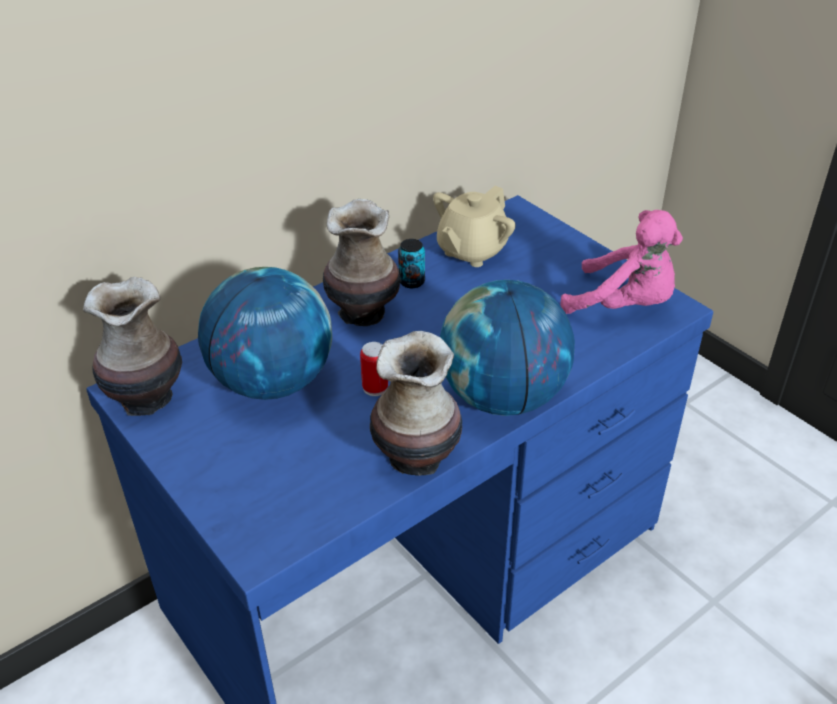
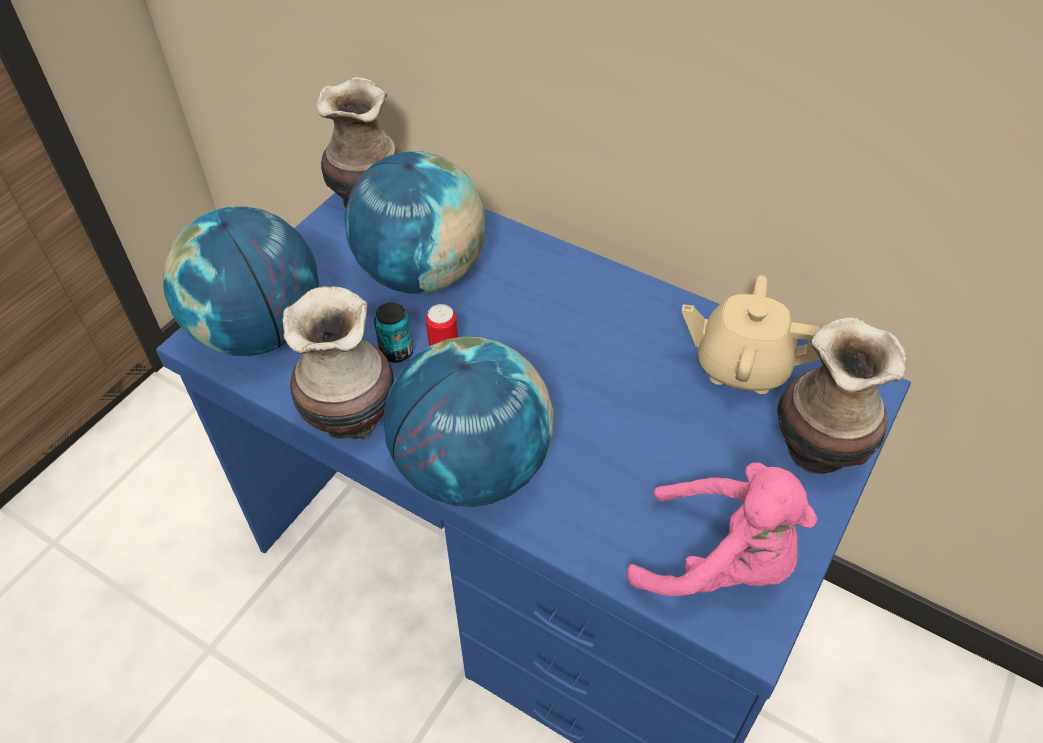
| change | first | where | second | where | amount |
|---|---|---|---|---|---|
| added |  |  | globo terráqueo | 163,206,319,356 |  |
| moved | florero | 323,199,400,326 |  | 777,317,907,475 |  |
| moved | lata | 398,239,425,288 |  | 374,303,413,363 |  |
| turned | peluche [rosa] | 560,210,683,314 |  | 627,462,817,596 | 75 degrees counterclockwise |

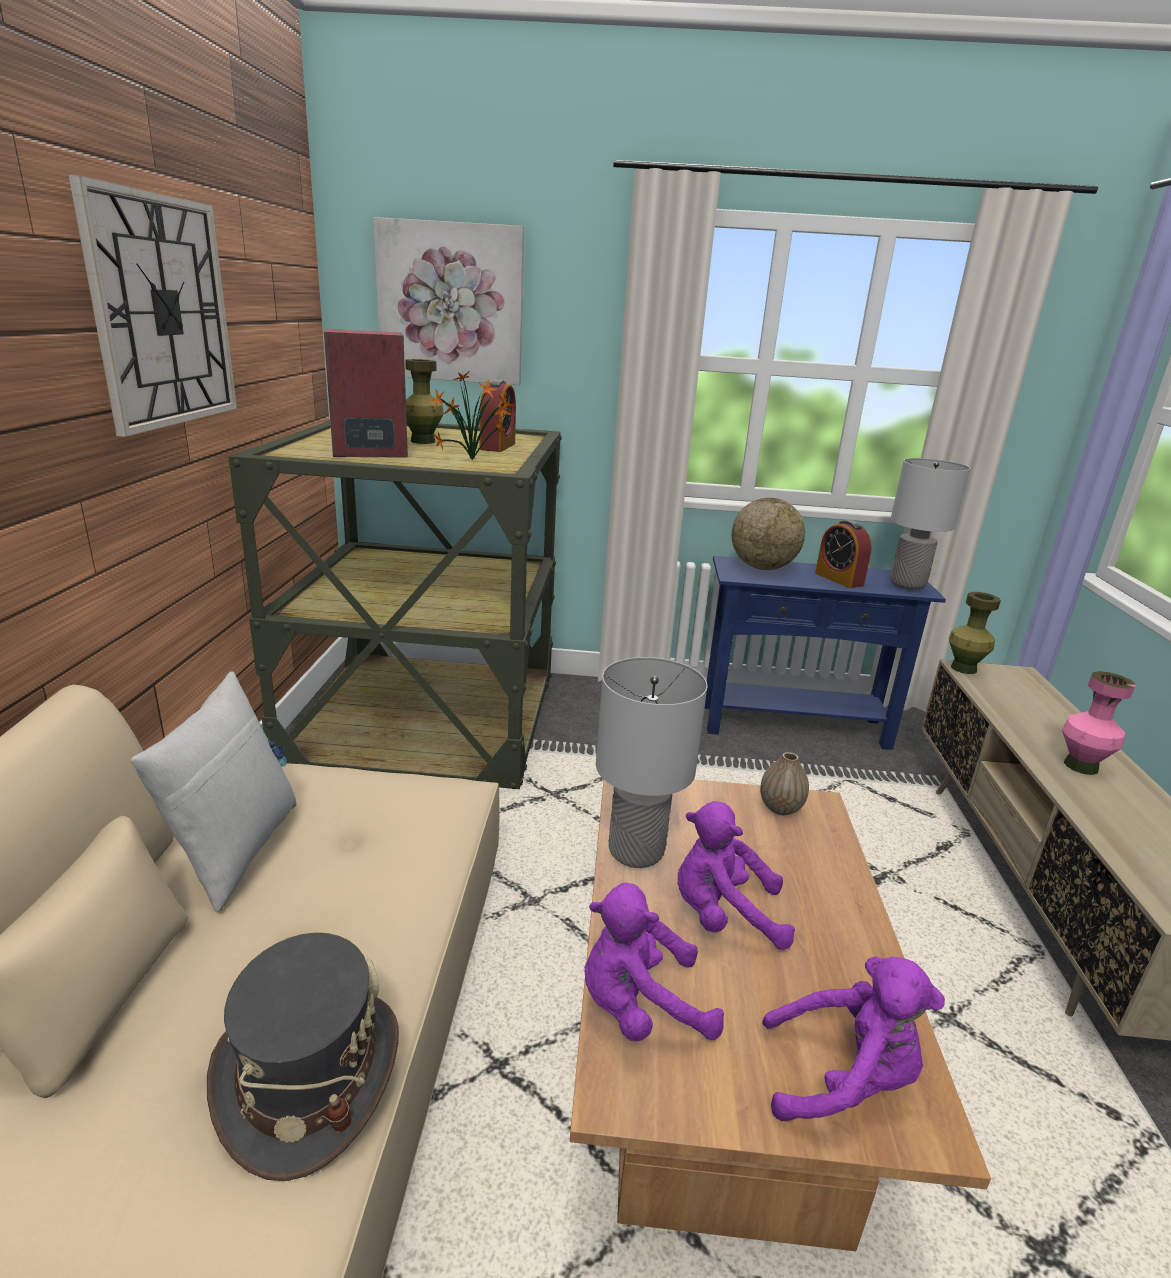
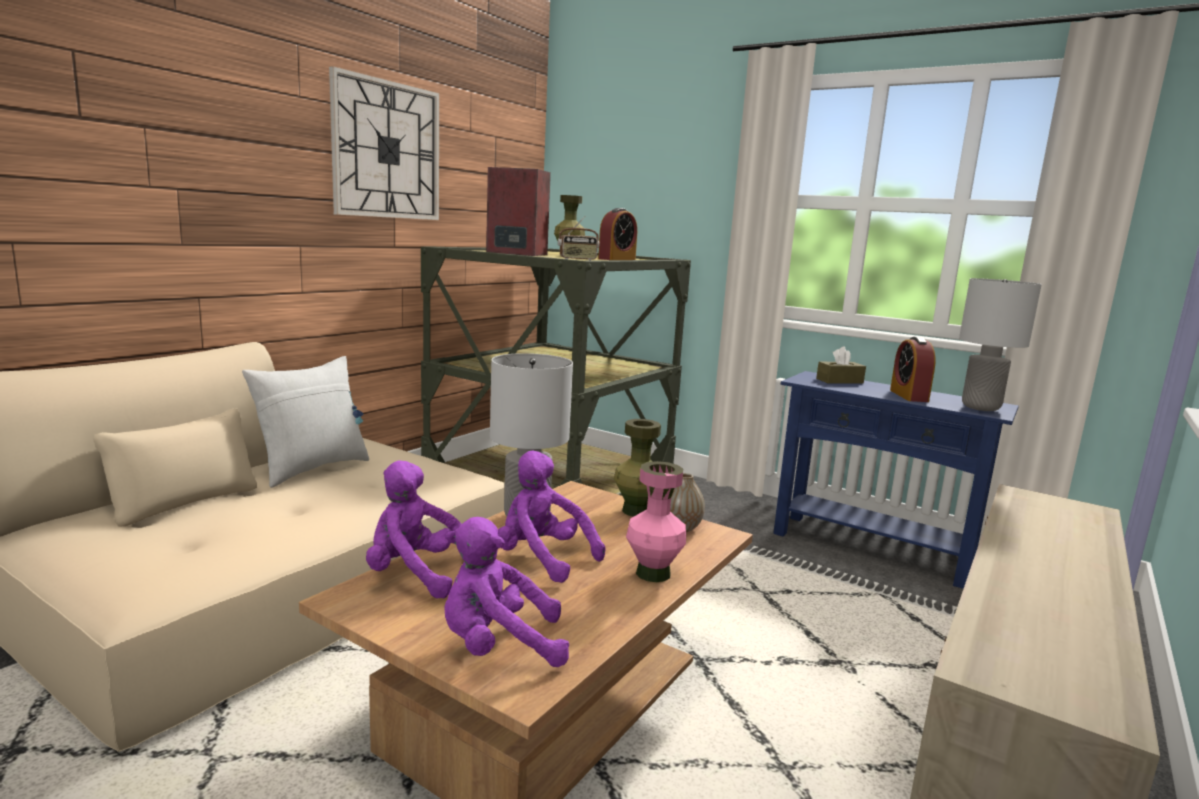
| change | first | where | second | where | amount |
|---|---|---|---|---|---|
| removed | sombrero [gris] | 207,933,399,1181 |  |  |  |
| removed | cuadro | 373,217,524,385 |  |  |  |
| moved | florero [verde] | 949,592,1001,674 |  | 614,419,661,517 |  |
| moved | florero [rosa] | 1062,671,1136,775 |  | 626,461,686,582 |  |
| replaced | planta en maceta | 430,370,515,460 | radio | 558,216,599,260 |  |
| replaced | globo terráqueo | 732,498,805,570 | caja de pañuelos [marrón] | 816,346,866,384 |  |
| turned | peluche [morado] | 762,956,945,1121 |  | 444,517,569,667 | 135 degrees clockwise |

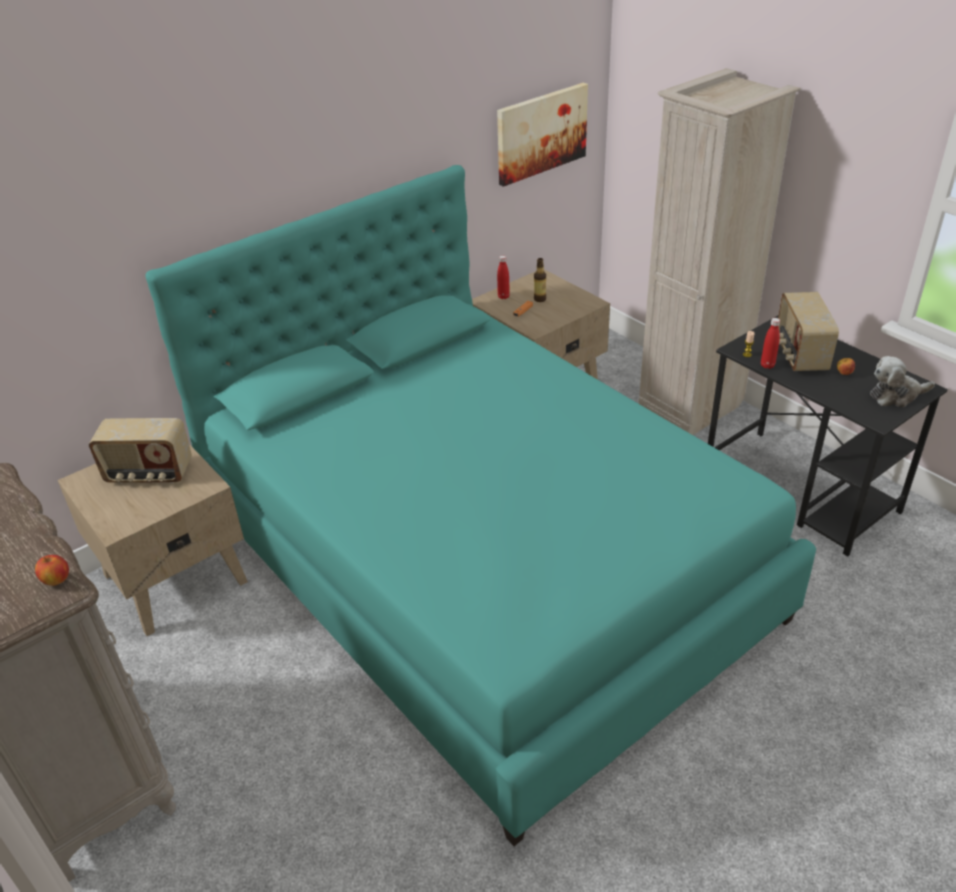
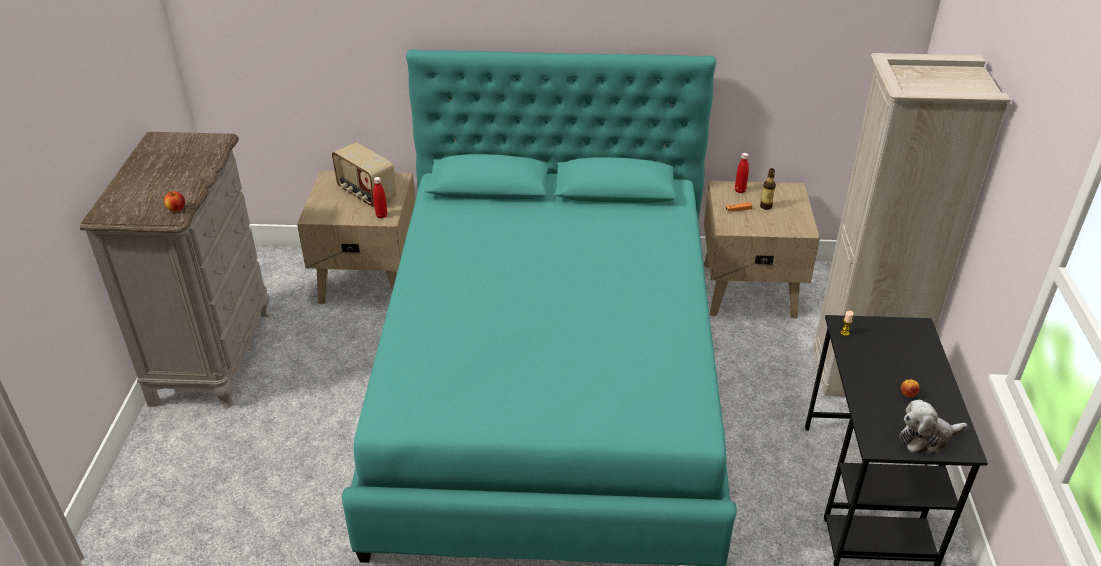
| change | first | where | second | where | amount |
|---|---|---|---|---|---|
| removed | cuadro | 497,83,588,187 |  |  |  |
| removed | radio | 778,292,839,371 |  |  |  |
| moved | botella [rojo] | 761,318,780,369 |  | 373,177,387,219 |  |
| turned | peluche | 870,356,935,407 |  | 899,400,967,455 | 45 degrees counterclockwise |

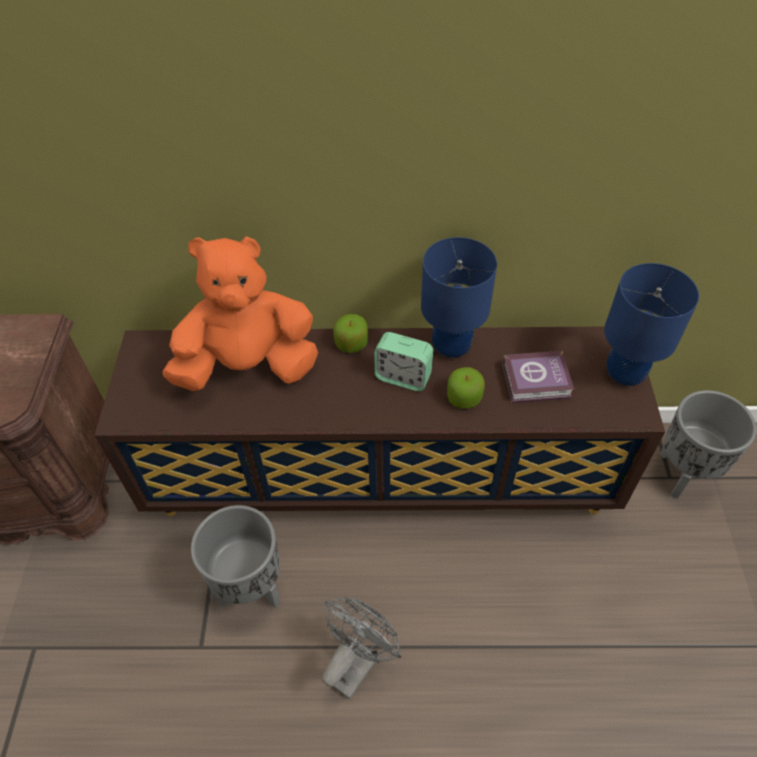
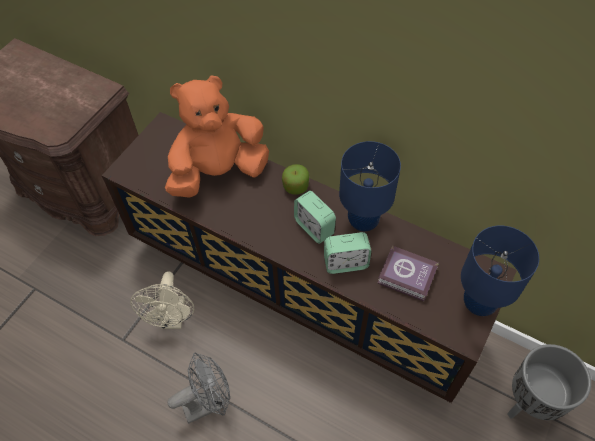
| change | first | where | second | where | amount |
|---|---|---|---|---|---|
| replaced | maceta [gris] | 191,505,280,608 | ventilador [beis] | 130,271,194,329 |  |
| replaced | manzana | 447,367,485,408 | despertador | 324,232,371,274 |  |
| turned | peluche [naranja] | 163,236,318,391 |  | 165,76,269,198 | 45 degrees counterclockwise |

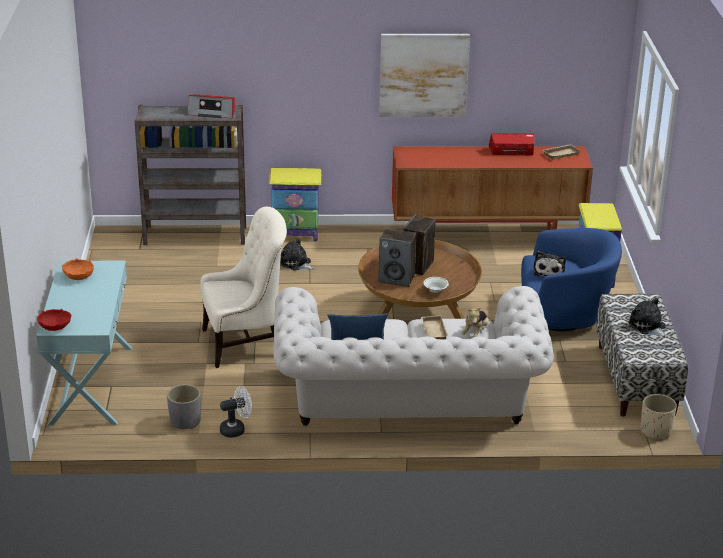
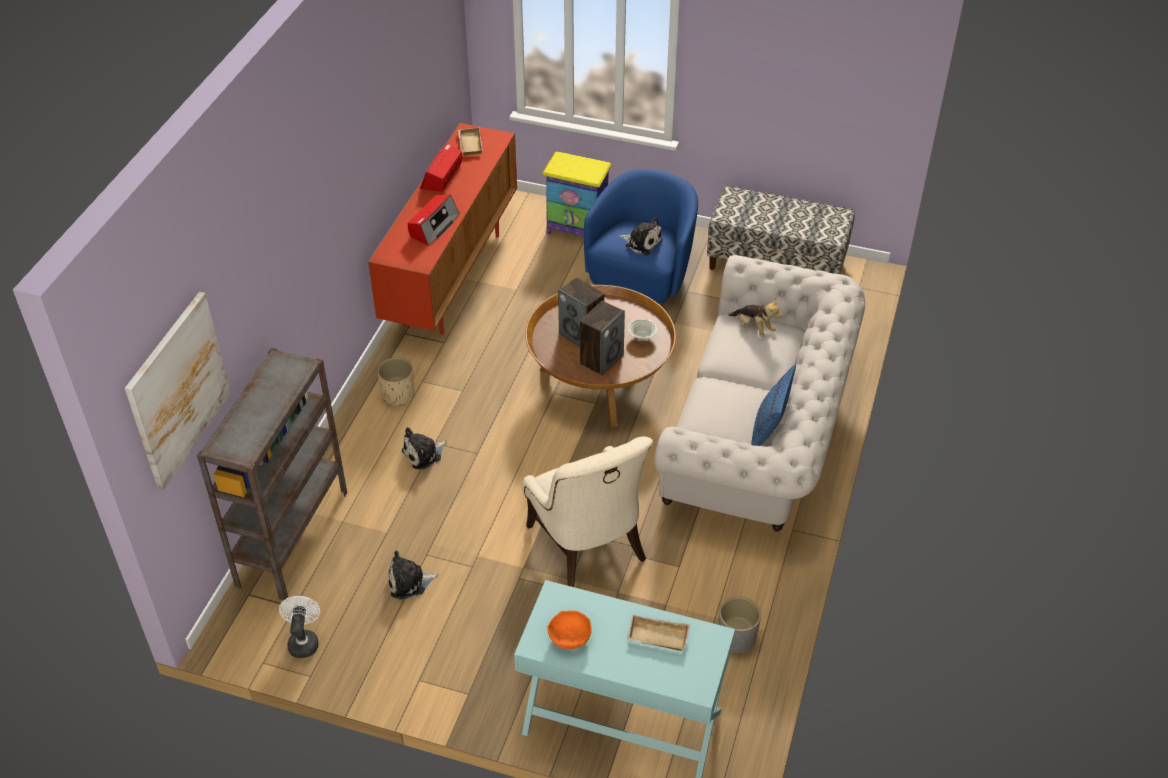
| change | first | where | second | where | amount |
|---|---|---|---|---|---|
| removed | cuenco [rojo] | 37,309,71,331 |  |  |  |
| removed | mesita de noche | 269,168,321,242 |  |  |  |
| moved | radio | 187,94,235,118 |  | 408,194,460,246 |  |
| moved | ventilador [blanco] | 220,386,252,438 |  | 279,596,320,658 |  |
| moved | cuadro | 380,34,470,117 |  | 125,292,231,490 |  |
| moved | bandeja [beis] | 420,315,448,339 |  | 627,615,690,651 |  |
| moved | peluche | 628,298,667,337 |  | 388,550,439,600 |  |
| moved | maceta [beis] | 640,394,677,439 |  | 377,357,415,406 |  |
| turned | sillón [beis] | 200,207,287,368 |  | 522,437,653,587 | 150 degrees clockwise |

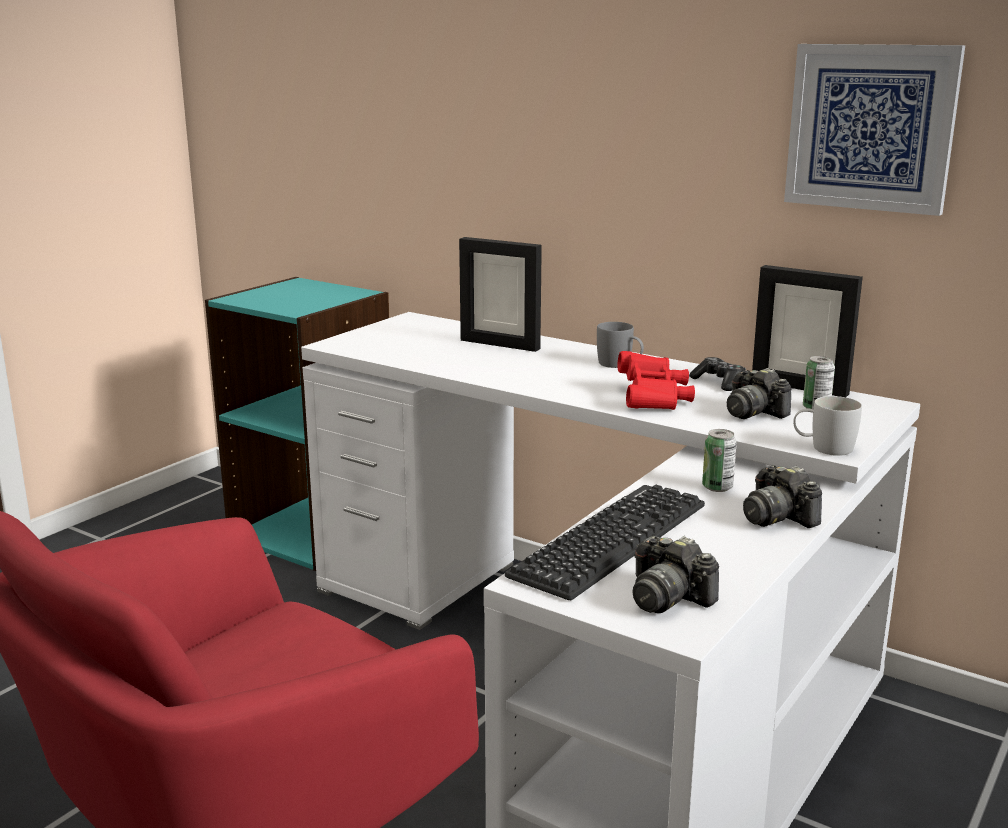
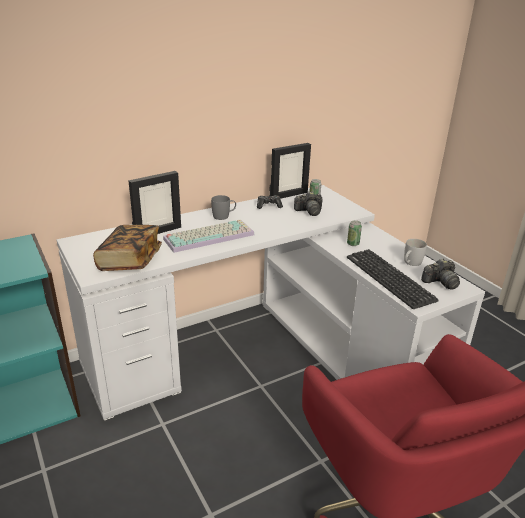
| change | first | where | second | where | amount |
|---|---|---|---|---|---|
| removed | prismáticos [rojo] | 617,351,695,410 |  |  |  |
| removed | cámara | 743,465,822,528 |  |  |  |
| removed | cuadro | 784,44,965,216 |  |  |  |
| added |  |  | libro | 93,225,162,271 |  |
| added |  |  | teclado | 163,220,255,253 |  |
| moved | taza grande [blanco] | 793,396,862,456 |  | 404,239,427,266 |  |

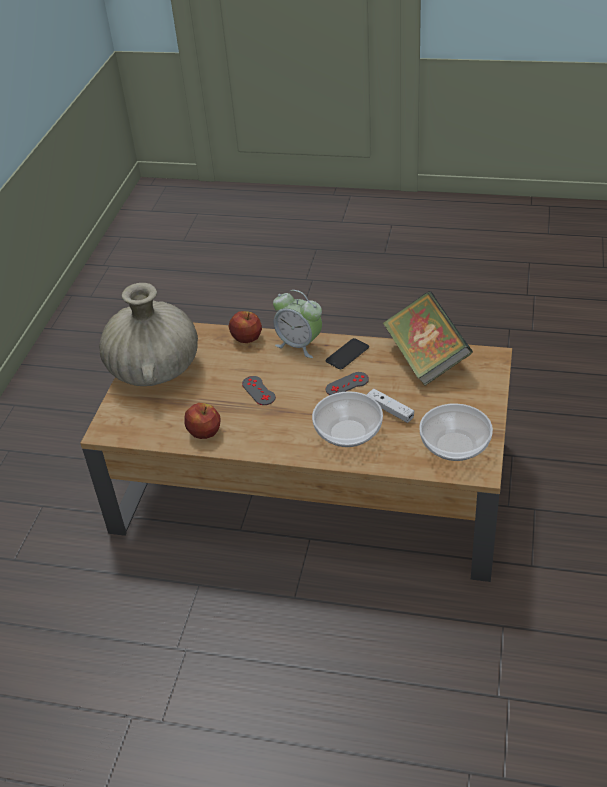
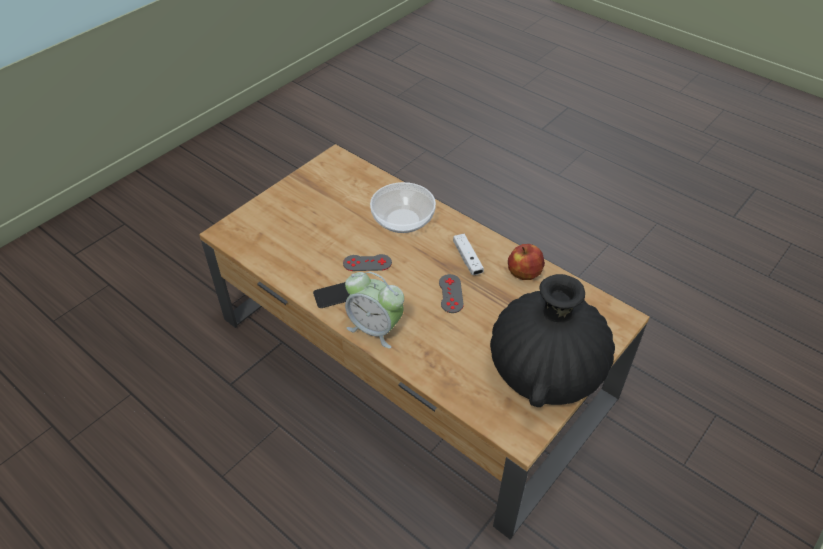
| change | first | where | second | where | amount |
|---|---|---|---|---|---|
| removed | manzana | 228,311,262,343 |  |  |  |
| removed | libro | 382,291,473,386 |  |  |  |
| removed | cuenco | 419,403,493,461 |  |  |  |
| moved | mando de consola [blanco] | 367,389,414,423 |  | 453,234,484,275 |  |
| recoloured | florero [beis] | 99,283,198,386 | florero [negro] | 490,274,615,407 |  |
| turned | despertador | 273,290,322,358 |  | 345,272,404,349 | 150 degrees clockwise |

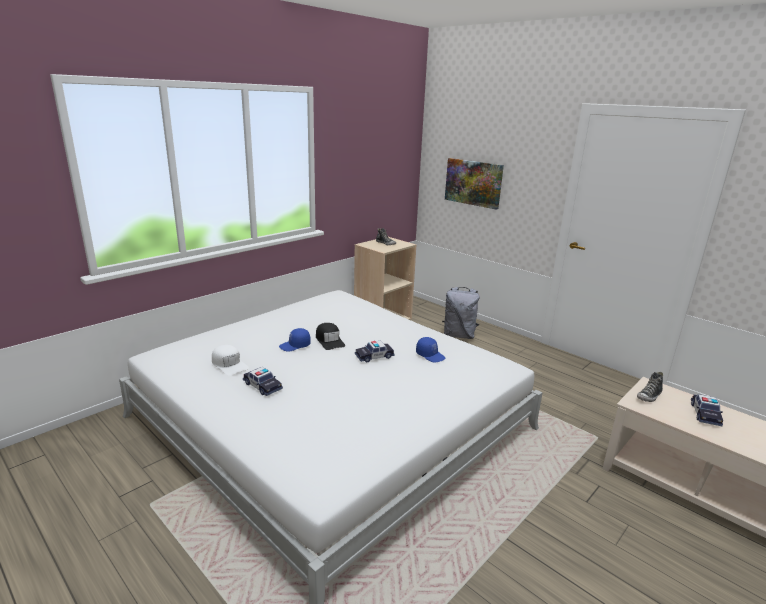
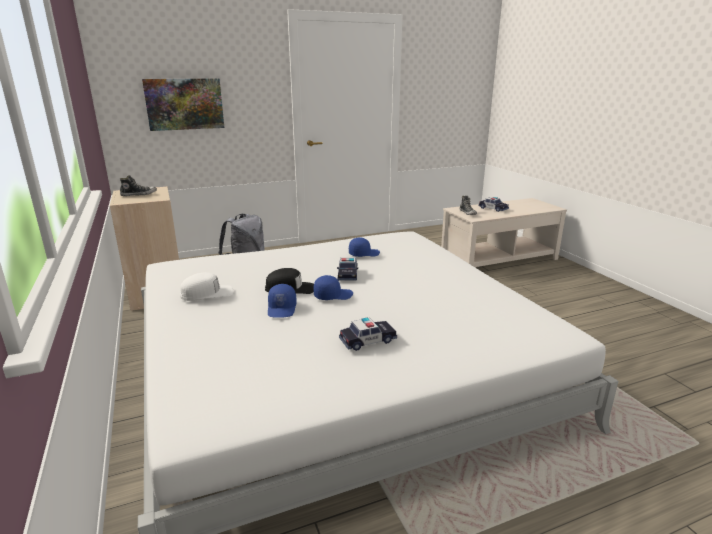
| change | first | where | second | where | amount |
|---|---|---|---|---|---|
| added |  |  | gorra [azul] | 313,275,353,300 |  |
| moved | gorra [blanco] | 212,345,249,376 |  | 180,272,233,301 |  |

